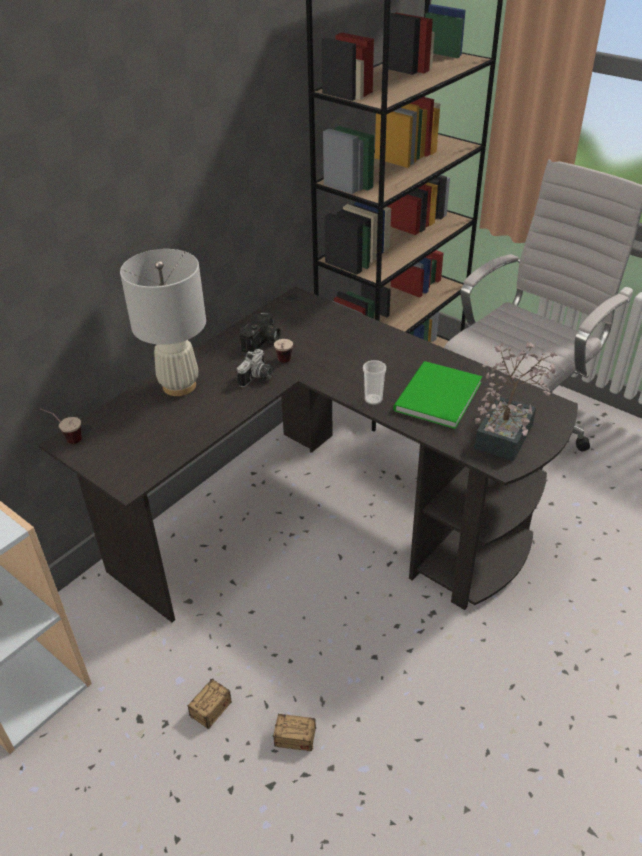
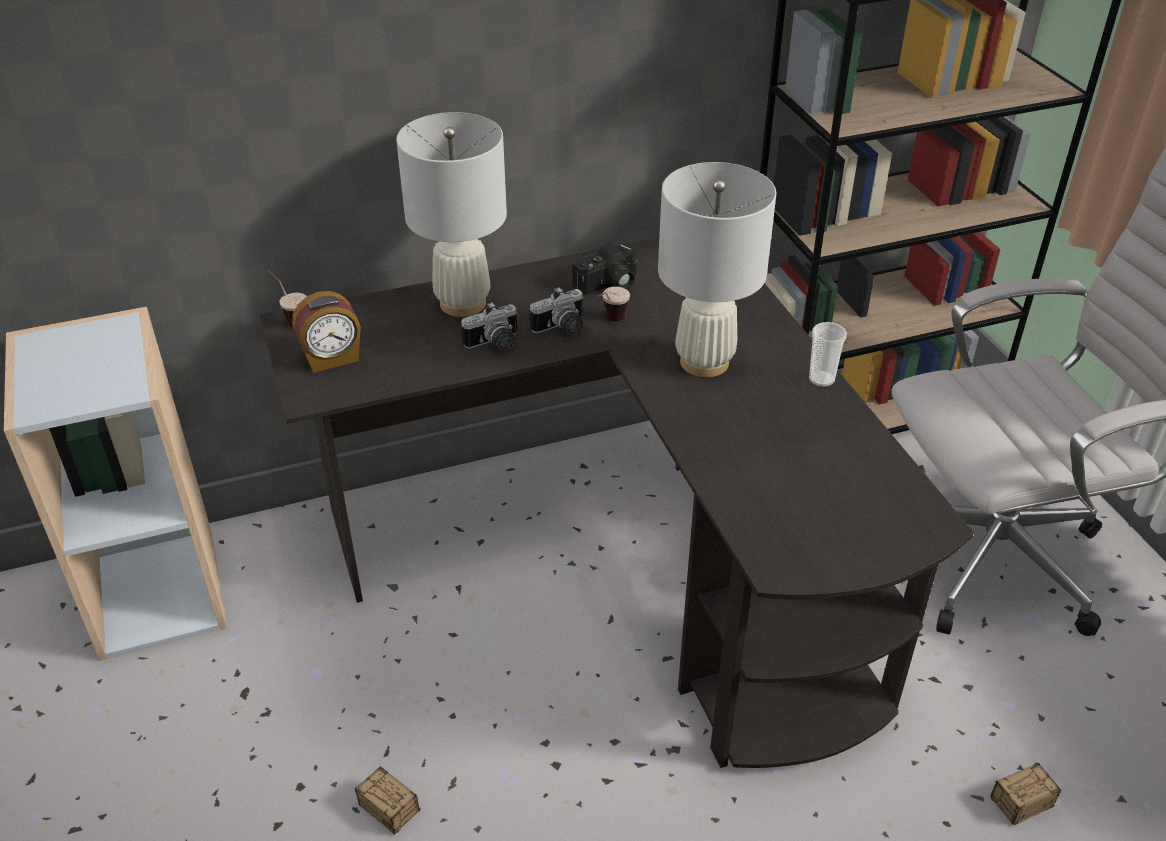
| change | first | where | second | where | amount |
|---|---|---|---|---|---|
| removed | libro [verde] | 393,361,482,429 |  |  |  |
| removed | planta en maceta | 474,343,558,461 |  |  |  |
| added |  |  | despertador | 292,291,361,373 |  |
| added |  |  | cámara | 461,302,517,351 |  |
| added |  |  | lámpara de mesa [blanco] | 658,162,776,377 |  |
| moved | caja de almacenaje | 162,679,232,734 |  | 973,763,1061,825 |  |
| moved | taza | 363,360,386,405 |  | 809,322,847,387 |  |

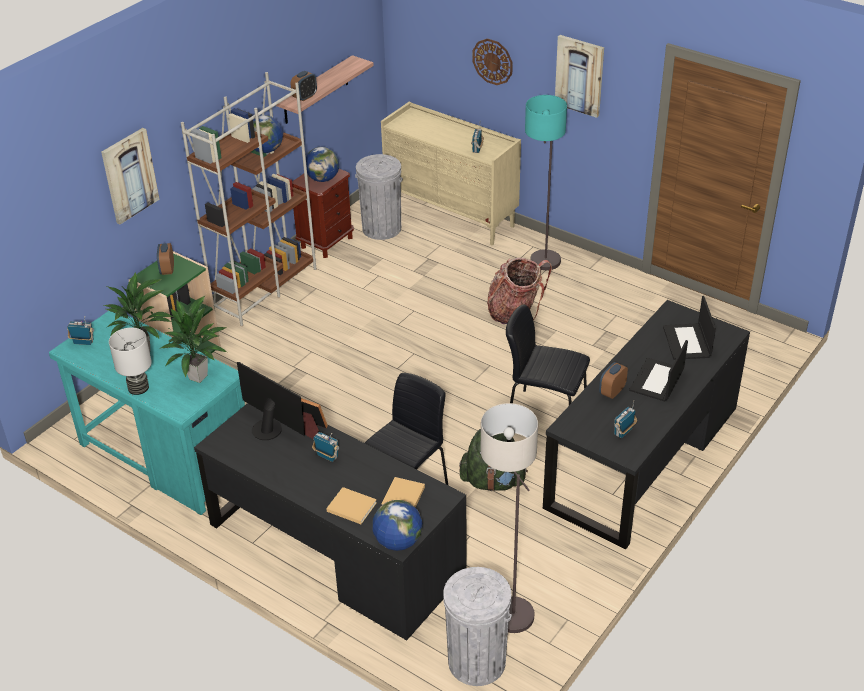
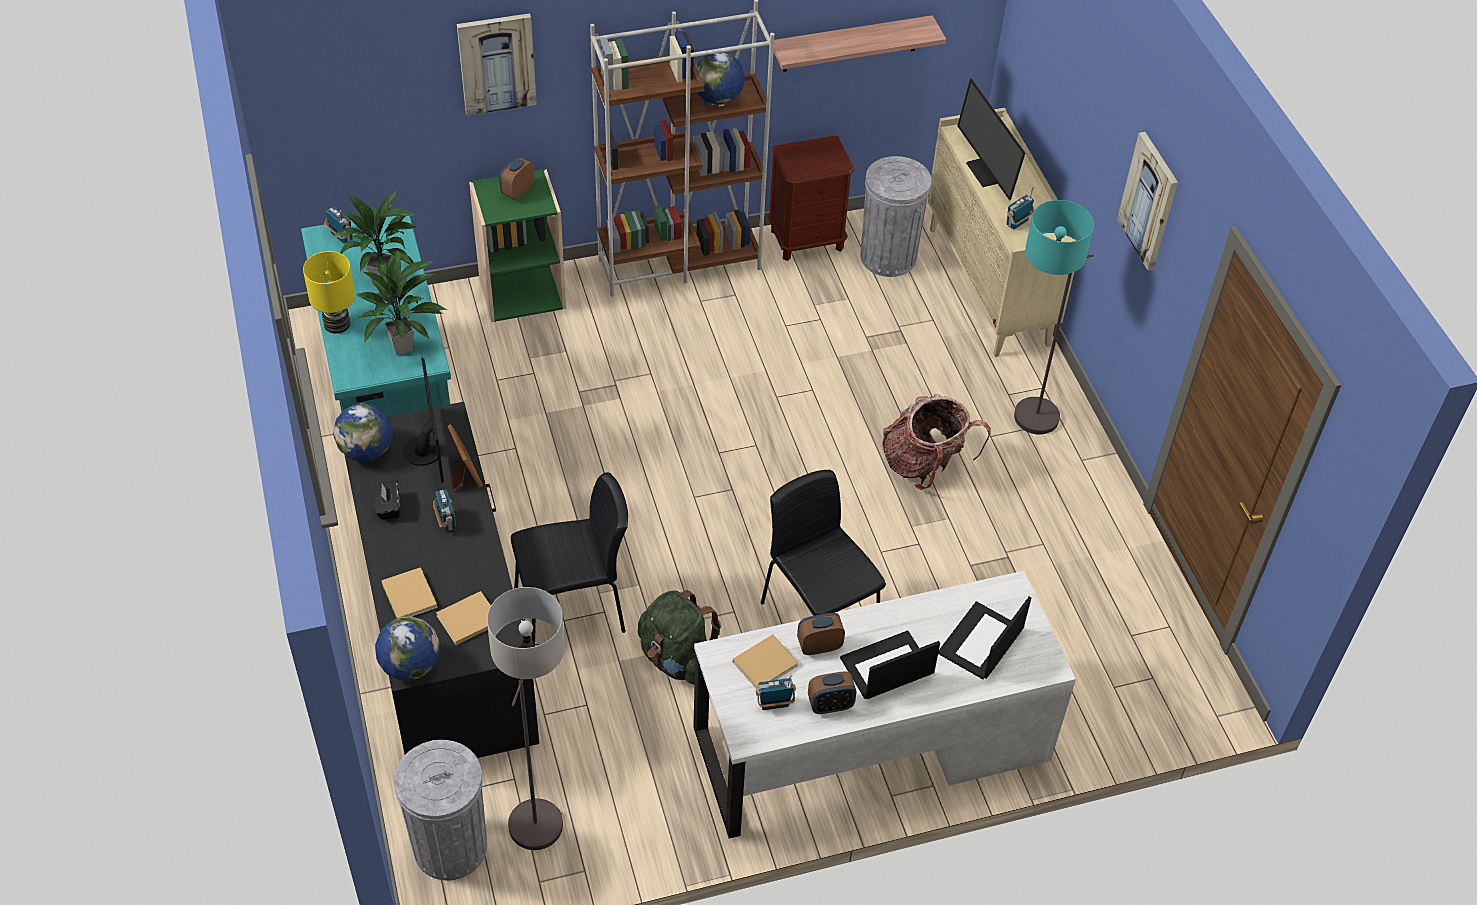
| change | first | where | second | where | amount |
|---|---|---|---|---|---|
| removed | reloj de pared | 472,38,513,85 |  |  |  |
| added |  |  | caja de pañuelos [negro] | 374,479,400,520 |  |
| added |  |  | libro [beis] | 733,634,799,689 |  |
| added |  |  | monitor | 957,78,1025,201 |  |
| moved | despertador | 291,71,317,102 |  | 808,671,856,714 |  |
| moved | globo terráqueo | 306,147,339,182 |  | 333,403,393,461 |  |
| recoloured | lámpara de mesa [gris] | 109,328,152,395 | lámpara de mesa [amarillo] | 303,251,355,333 |  |
| recoloured | escritorio [negro] | 543,300,750,550 | escritorio [blanco] | 693,571,1076,838 |  |

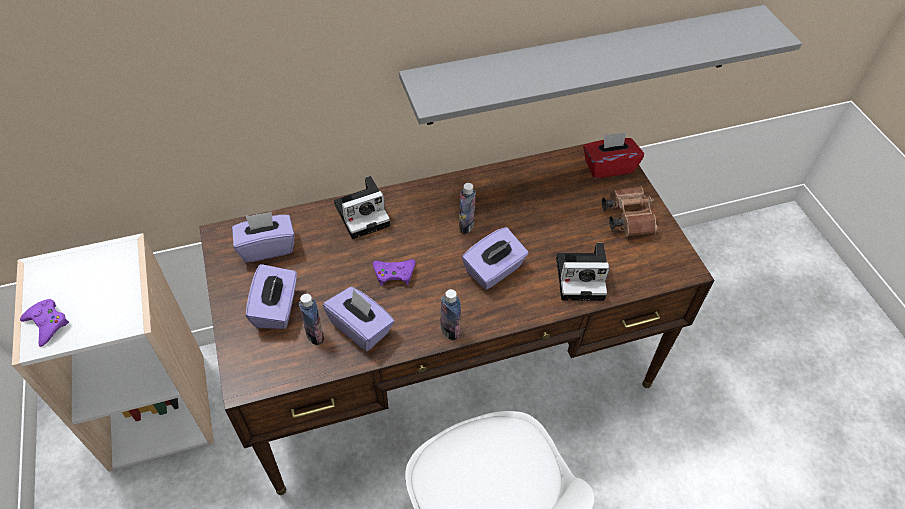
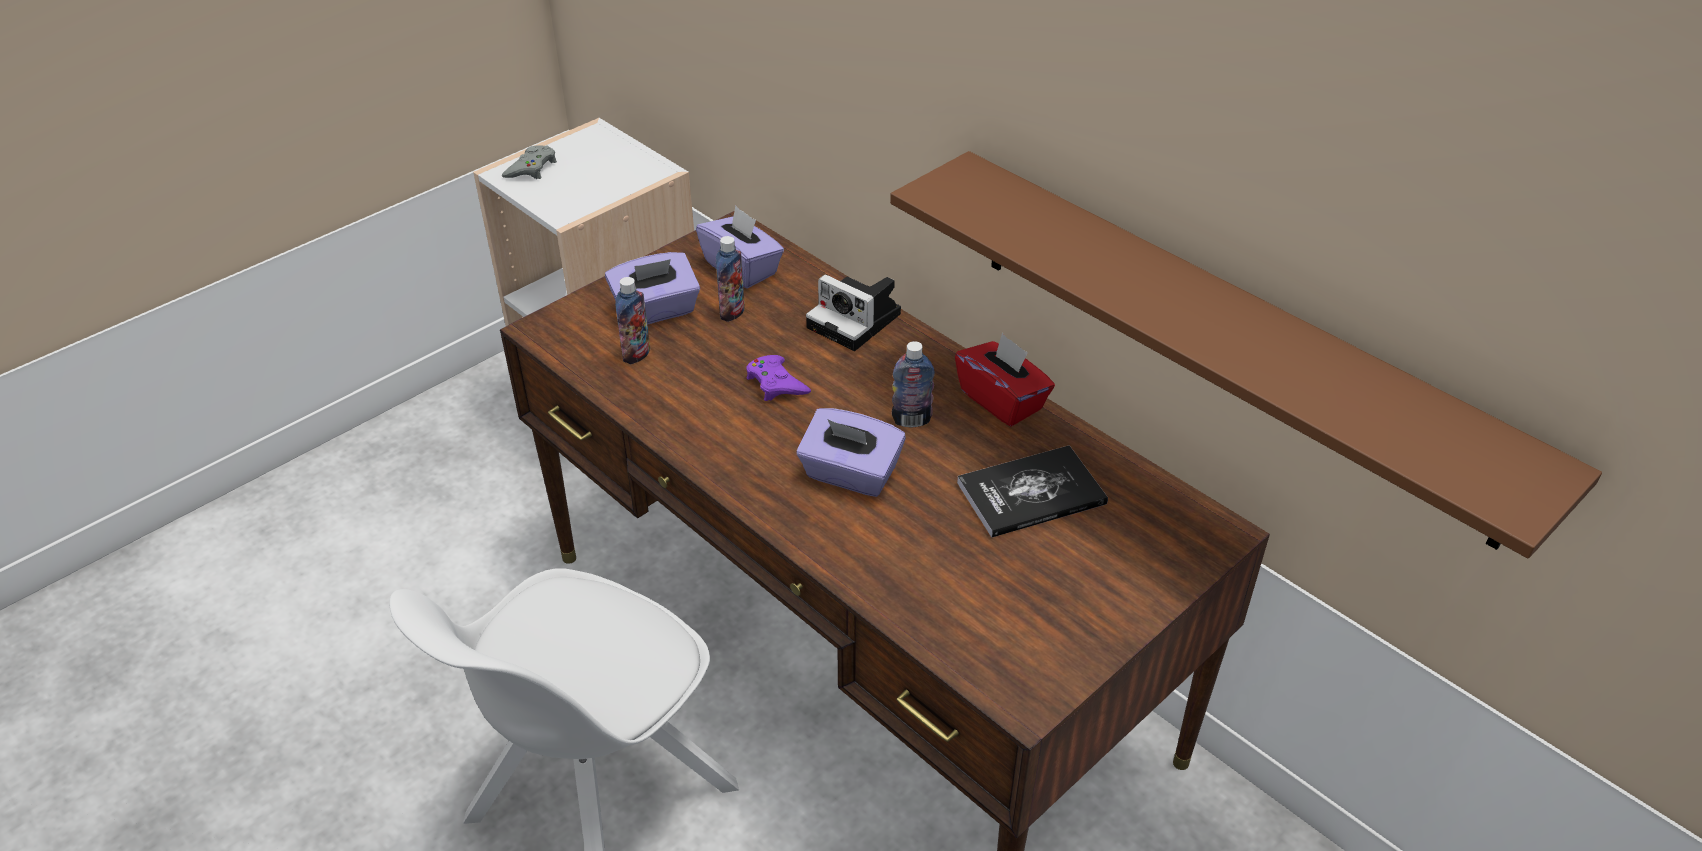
| change | first | where | second | where | amount |
|---|---|---|---|---|---|
| removed | caja de pañuelos [morado] | 323,287,394,351 |  |  |  |
| removed | cámara | 556,243,610,301 |  |  |  |
| removed | prismáticos [marrón] | 602,186,658,236 |  |  |  |
| added |  |  | libro | 957,445,1108,538 |  |
| moved | botella | 440,289,461,341 |  | 716,236,745,322 |  |
| moved | caja de pañuelos [rojo] | 583,132,644,178 |  | 955,333,1055,427 |  |
| recoloured | mando de consola [morado] | 20,299,69,347 | mando de consola [gris] | 502,145,557,179 |  |
| recoloured | estante [gris] | 399,5,802,125 | estante [marrón] | 890,151,1602,559 |  |

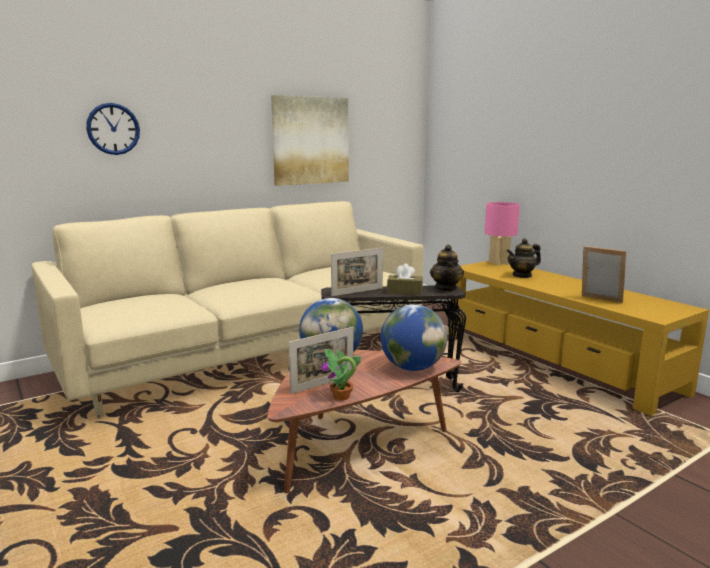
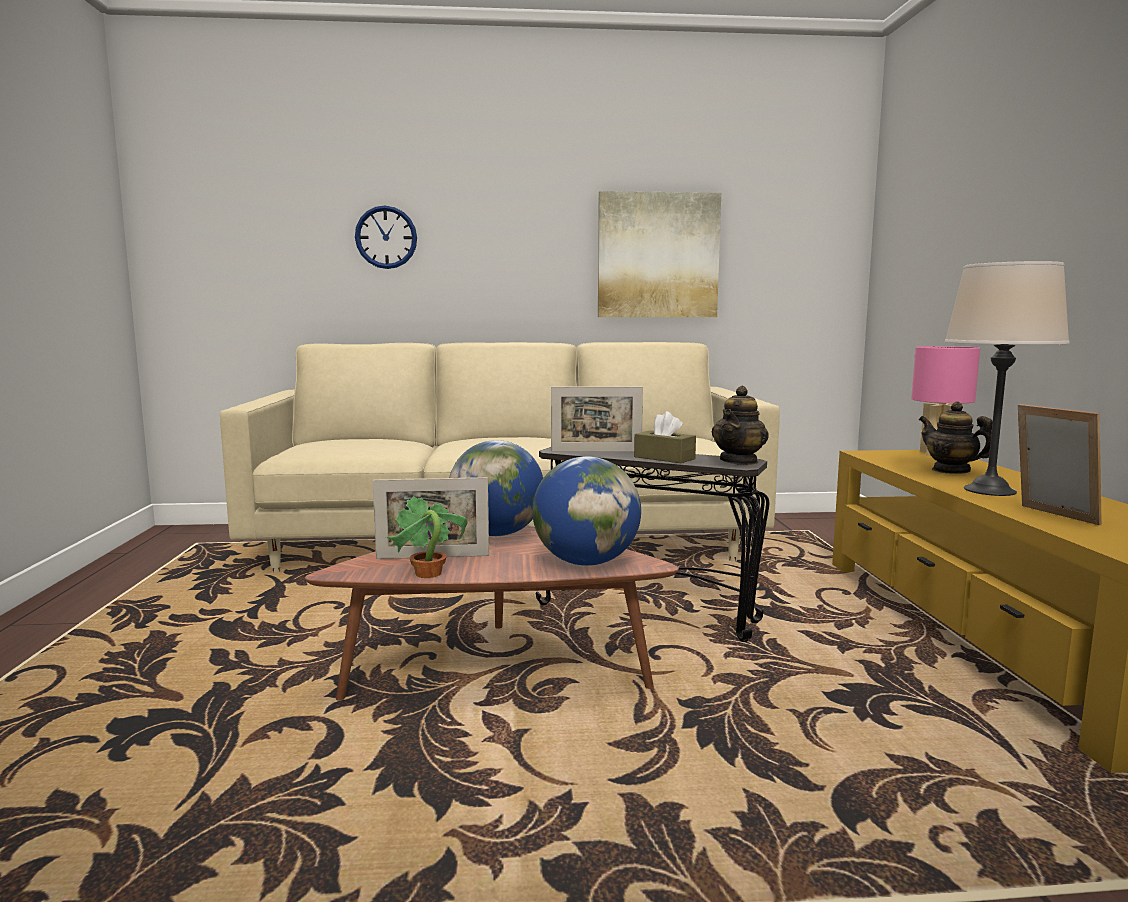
| change | first | where | second | where | amount |
|---|---|---|---|---|---|
| added |  |  | lámpara de mesa [beis] | 945,261,1070,496 |  |
| turned | tetera | 507,238,541,278 |  | 919,402,993,474 | 45 degrees clockwise |

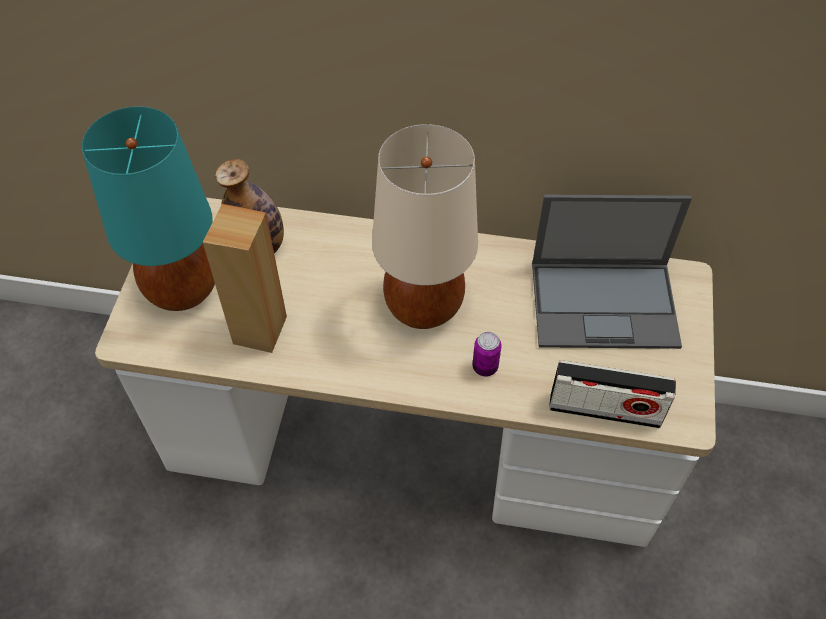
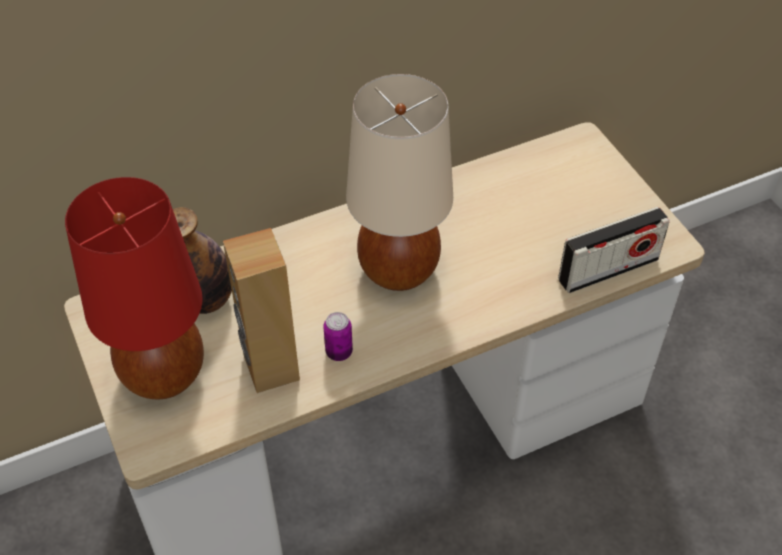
| change | first | where | second | where | amount |
|---|---|---|---|---|---|
| removed | portátil | 532,195,692,349 |  |  |  |
| moved | lata | 472,332,502,377 |  | 323,312,353,361 |  |
| recoloured | lámpara de mesa [turquesa] | 82,106,215,311 | lámpara de mesa [rojo] | 65,177,204,399 |  |

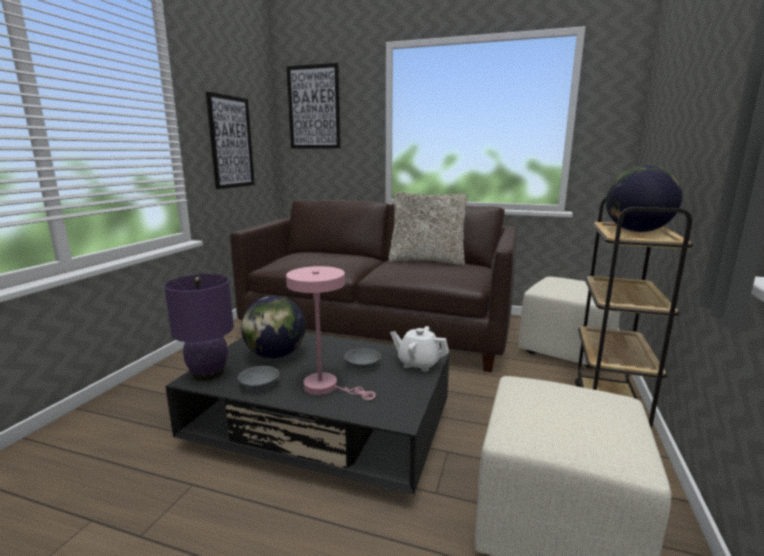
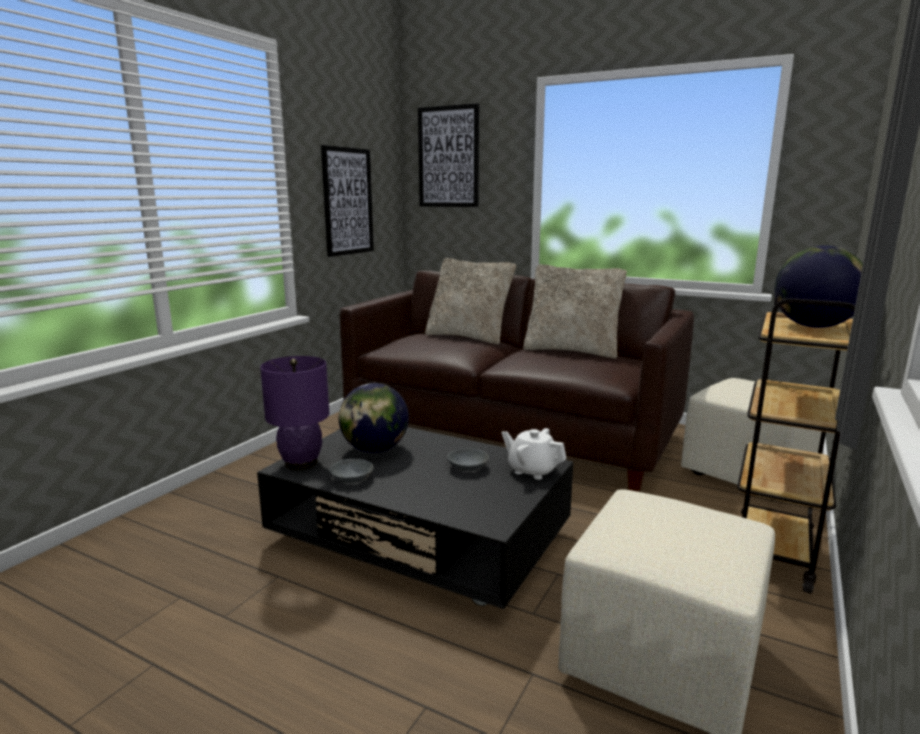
| change | first | where | second | where | amount |
|---|---|---|---|---|---|
| removed | lámpara de mesa [rosa] | 286,266,375,400 |  |  |  |
| added |  |  | cojín [beis] | 425,258,517,344 |  |

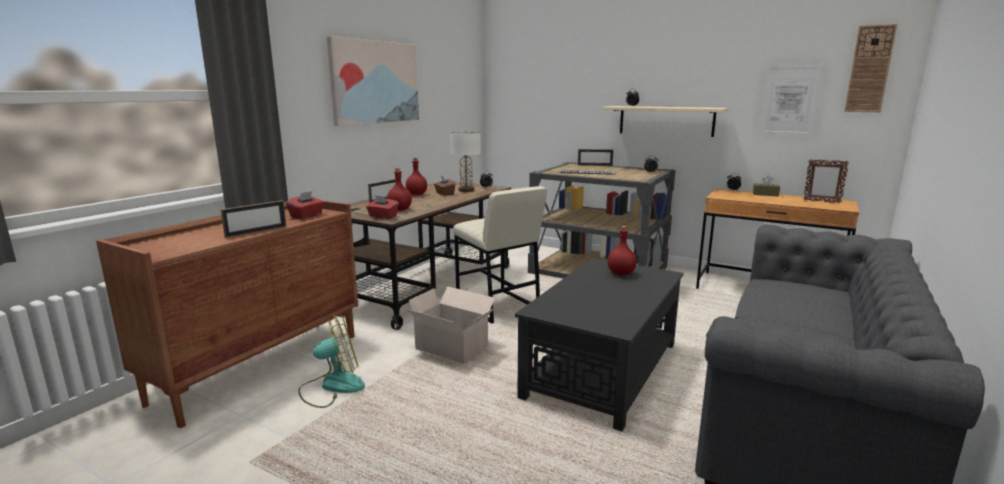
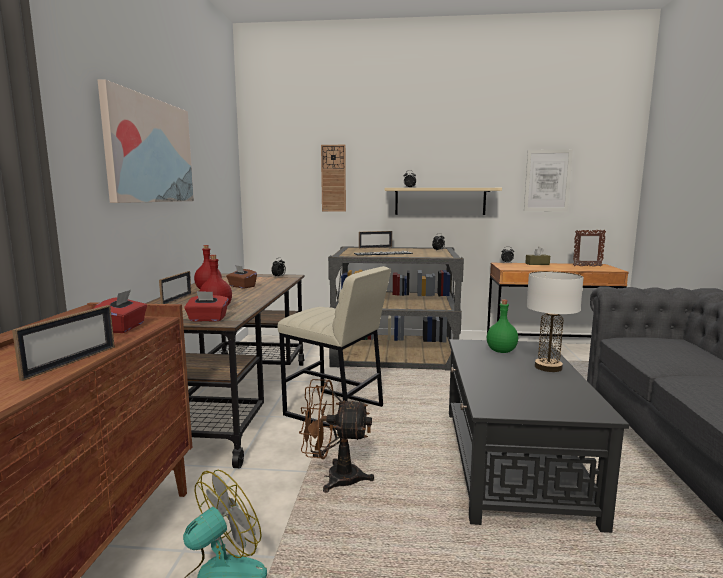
| change | first | where | second | where | amount |
|---|---|---|---|---|---|
| moved | lámpara de mesa | 450,132,481,192 |  | 527,271,584,372 |  |
| moved | reloj de pared | 845,24,897,112 |  | 321,145,346,212 |  |
| replaced | caja de cartón | 404,286,497,364 | ventilador [marrón] | 299,379,374,493 |  |
| recoloured | botella [rojo] | 607,226,637,275 | botella [verde] | 487,299,518,353 |  |

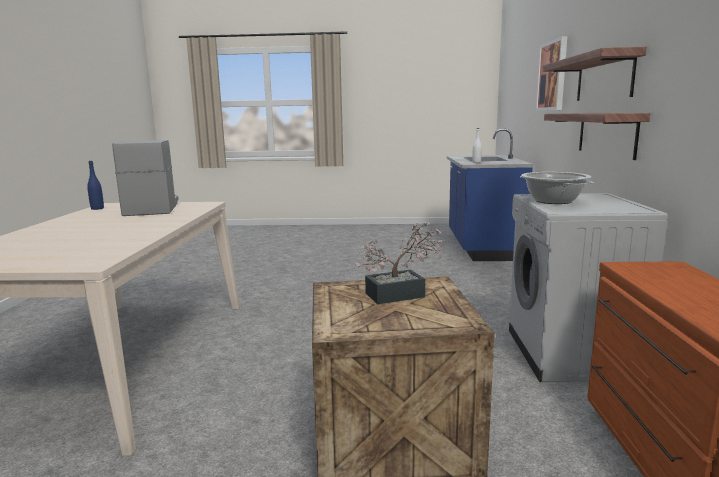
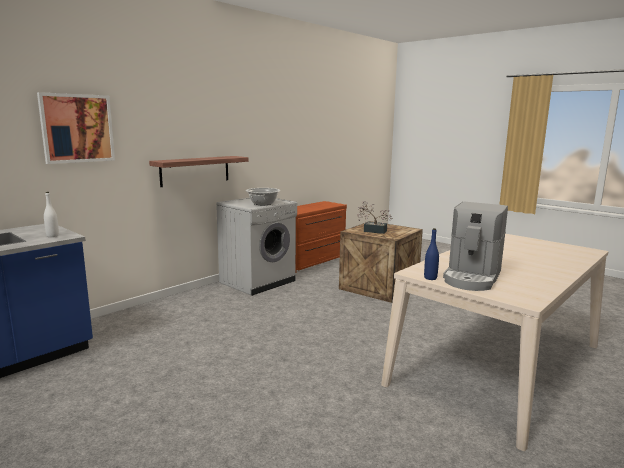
| change | first | where | second | where | amount |
|---|---|---|---|---|---|
| removed | estante | 542,47,647,101 |  |  |  |
| moved | botella [azul] | 87,161,104,210 |  | 424,228,439,280 |  |

